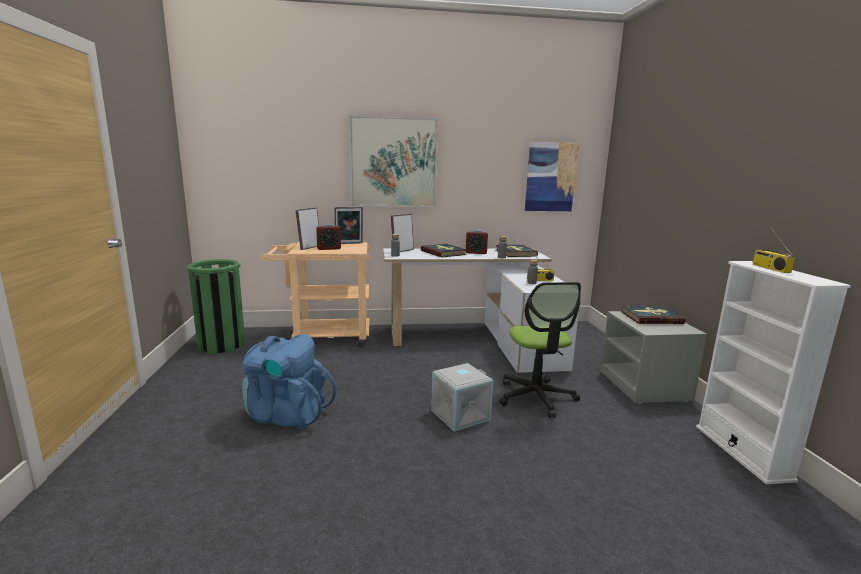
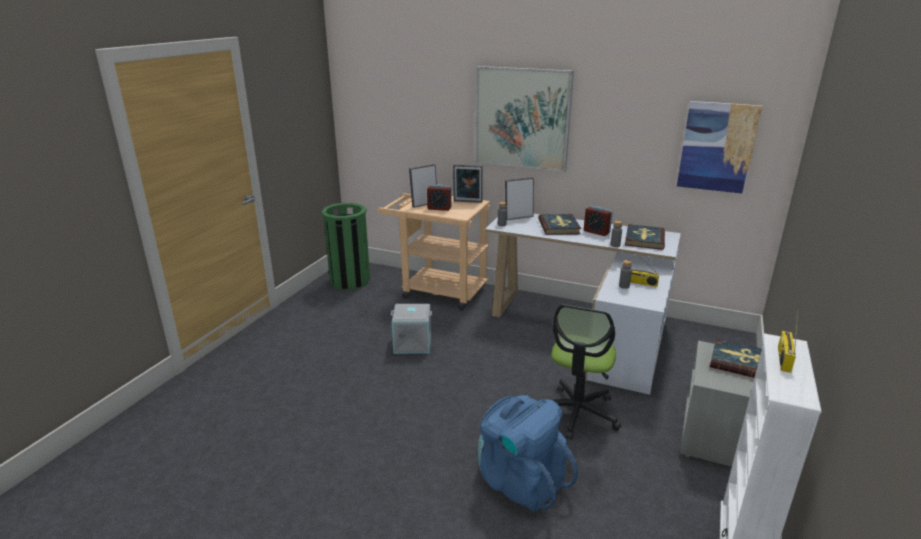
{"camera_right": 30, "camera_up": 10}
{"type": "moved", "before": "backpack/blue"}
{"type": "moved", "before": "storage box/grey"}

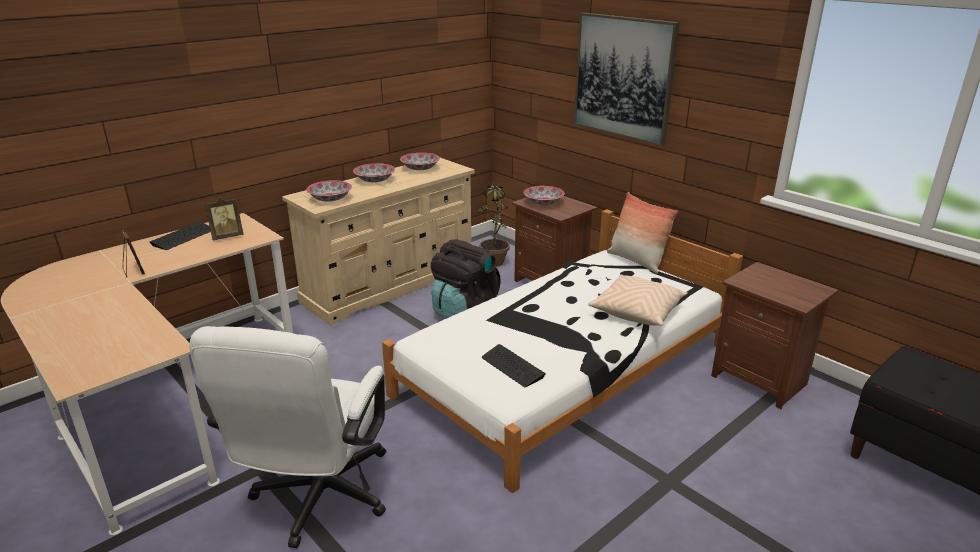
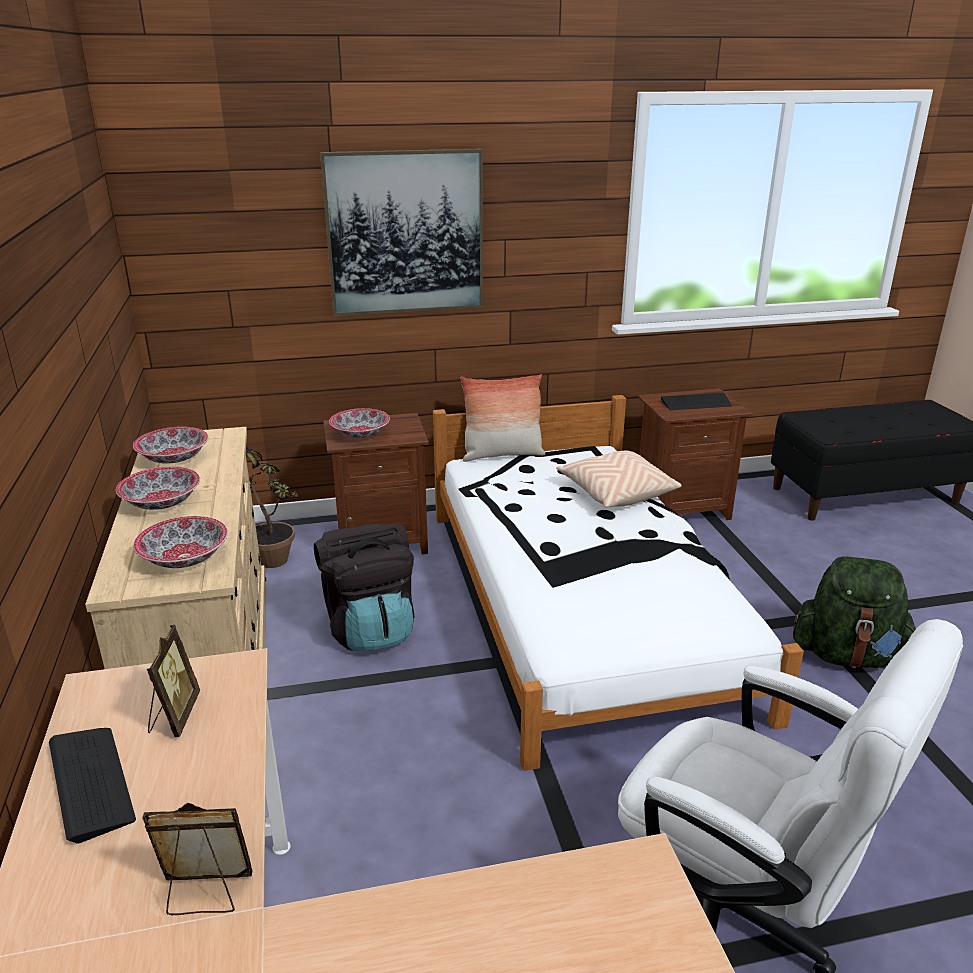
{"camera_right": -60, "camera_up": 0}
{"type": "moved", "before": "keyboard (2nd from left)"}
{"type": "added", "after": "backpack/green"}

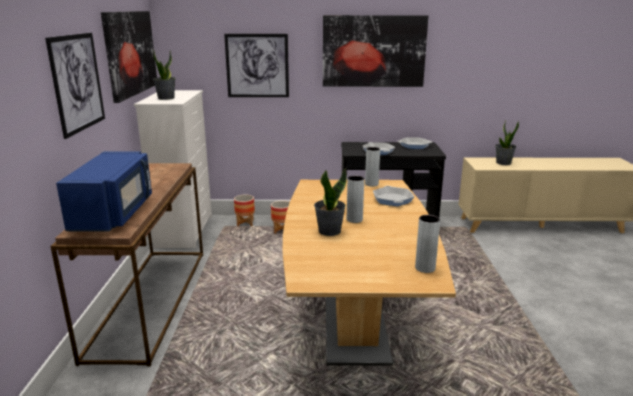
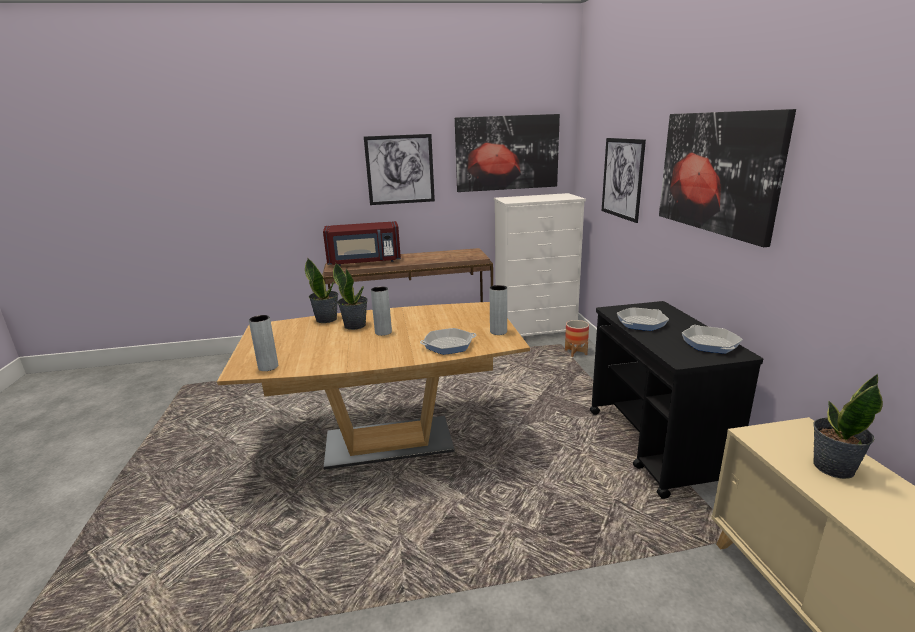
{"camera_right": 80, "camera_up": 0}
{"type": "recoloured", "before": "microwave/blue", "after": "microwave/red"}
{"type": "moved", "before": "potted plant (1st from left)"}
{"type": "removed", "before": "planter (2nd from left)"}

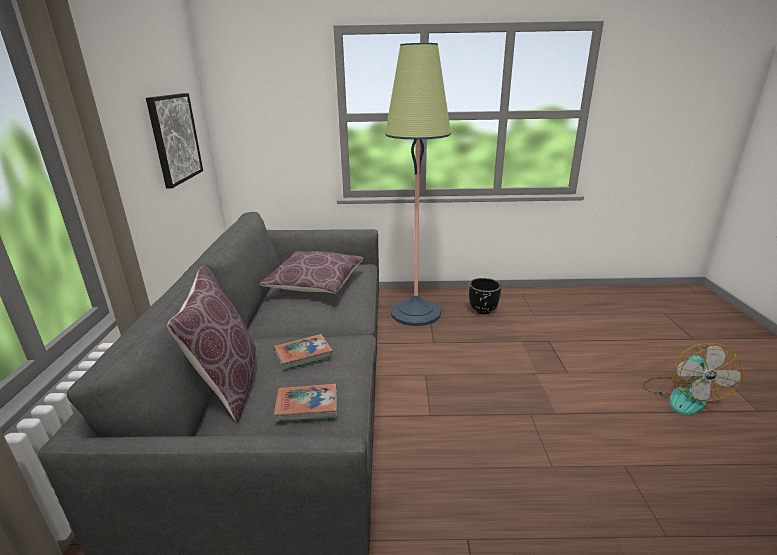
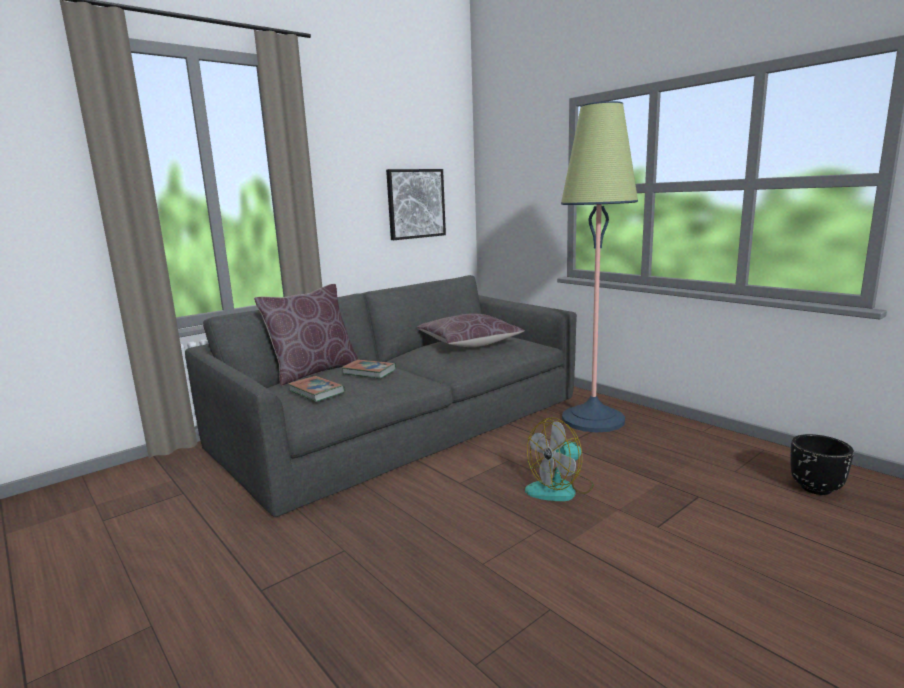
{"camera_right": 50, "camera_up": -10}
{"type": "moved", "before": "planter/black"}
{"type": "moved", "before": "fan"}

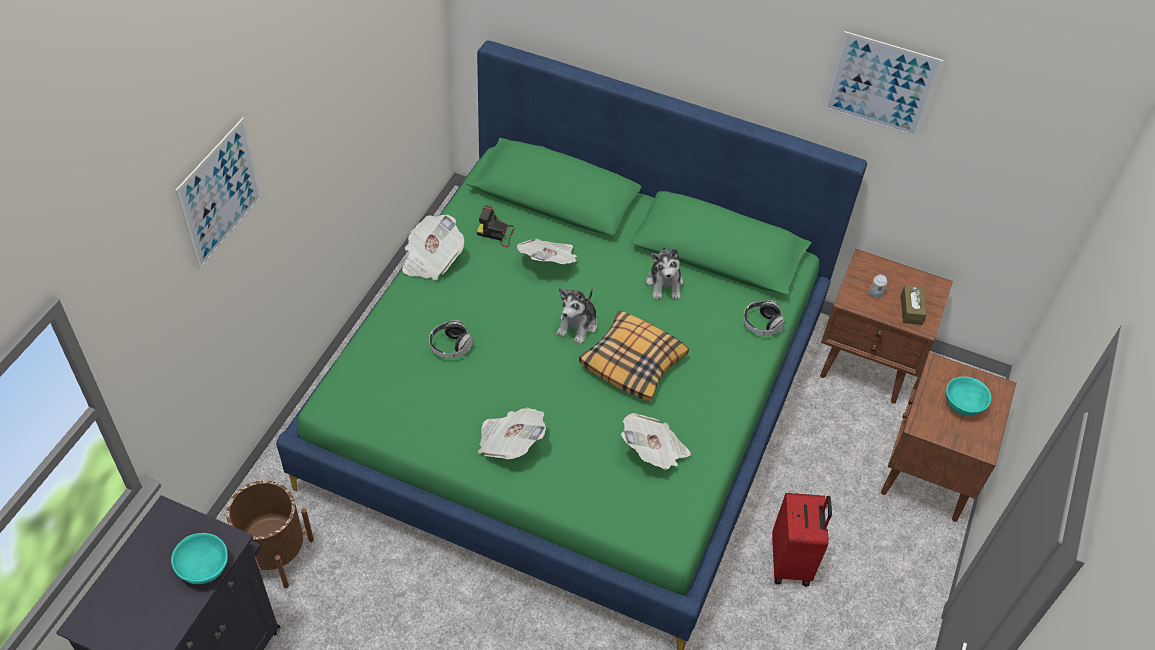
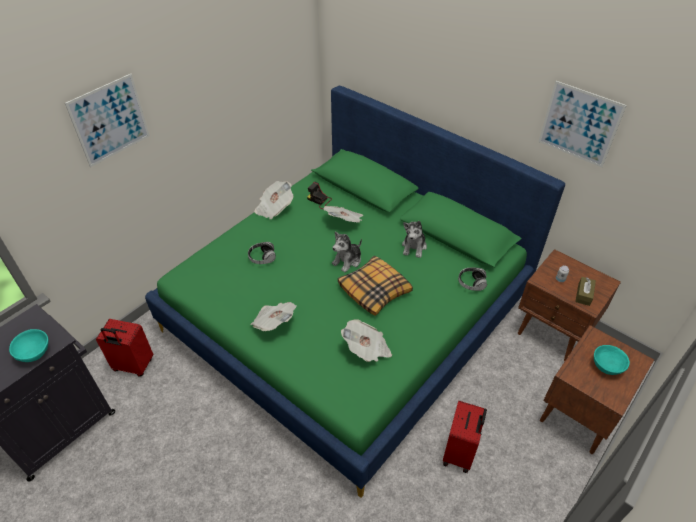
{"camera_right": 20, "camera_up": -5}
{"type": "replaced", "before": "planter/brown", "after": "suitcase/red (1st from left)"}

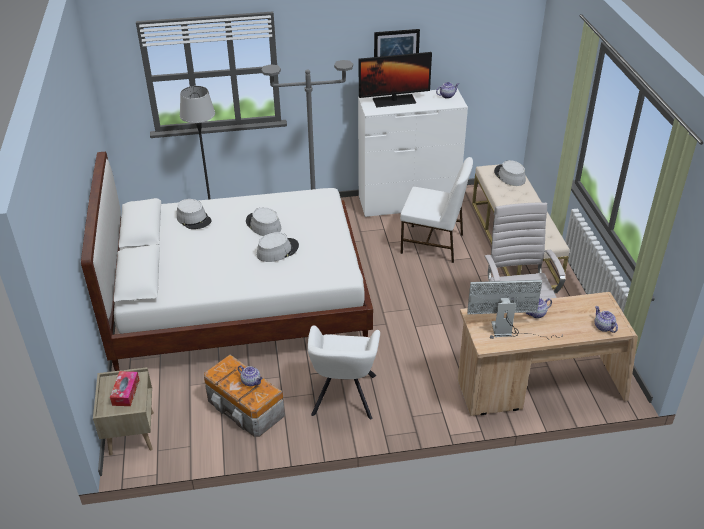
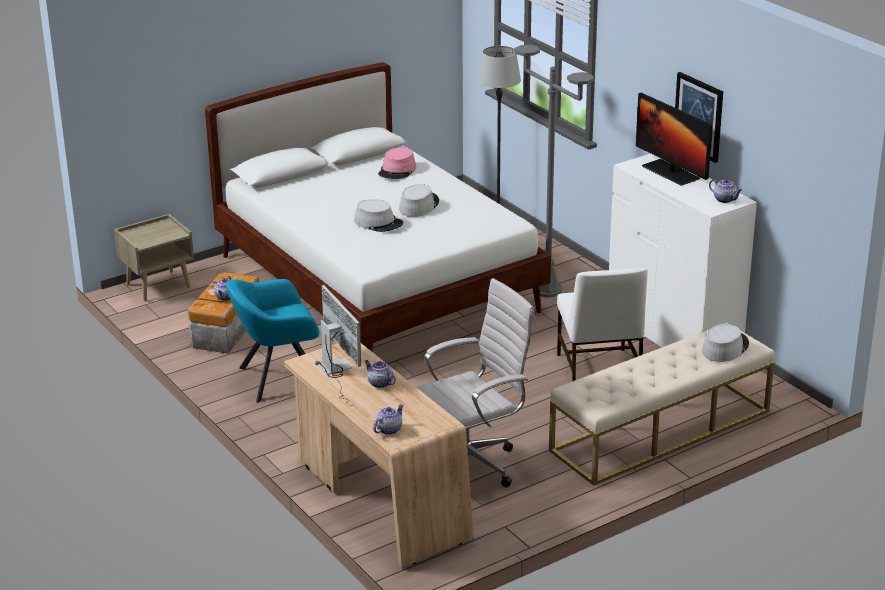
{"camera_right": 65, "camera_up": -10}
{"type": "removed", "before": "tissue box"}
{"type": "recoloured", "before": "hat/grey (1st from left)", "after": "hat/pink"}
{"type": "recoloured", "before": "armchair/white", "after": "armchair/turquoise"}

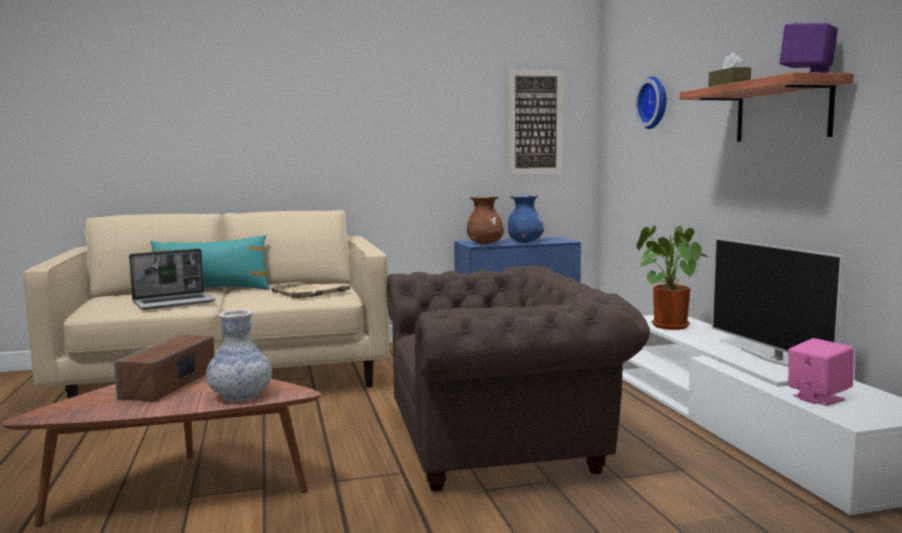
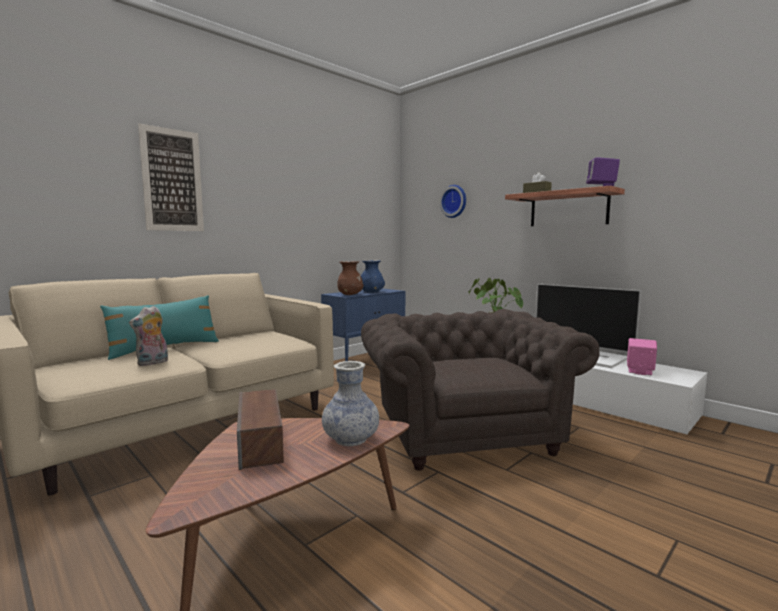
{"camera_right": -30, "camera_up": 0}
{"type": "replaced", "before": "laptop", "after": "plush toy"}
{"type": "removed", "before": "tray/beige"}
{"type": "turned", "before": "armchair/brown", "turn": -60}
{"type": "moved", "before": "picture"}

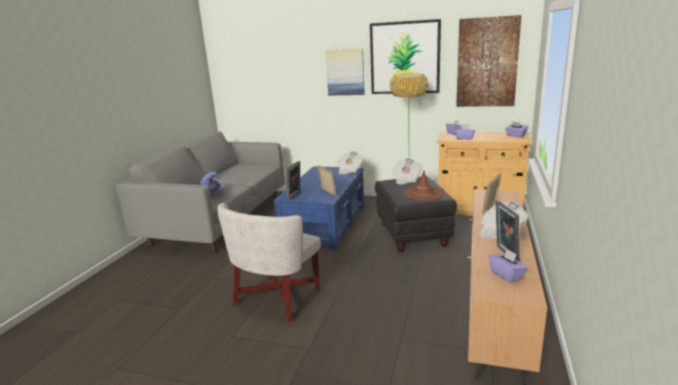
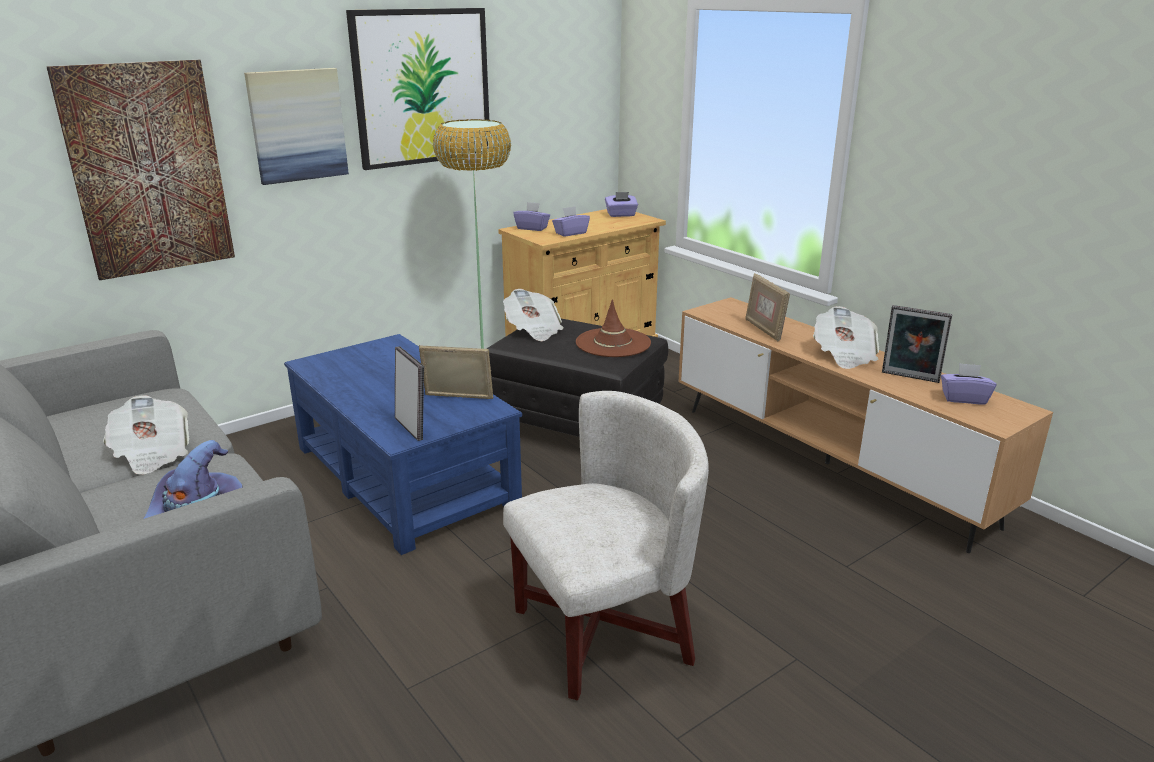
{"camera_right": -55, "camera_up": 5}
{"type": "turned", "before": "armchair/white", "turn": -90}
{"type": "moved", "before": "newspaper (1st from left)"}
{"type": "moved", "before": "picture (3rd from left in the first image)", "after": "picture (1st from left)"}

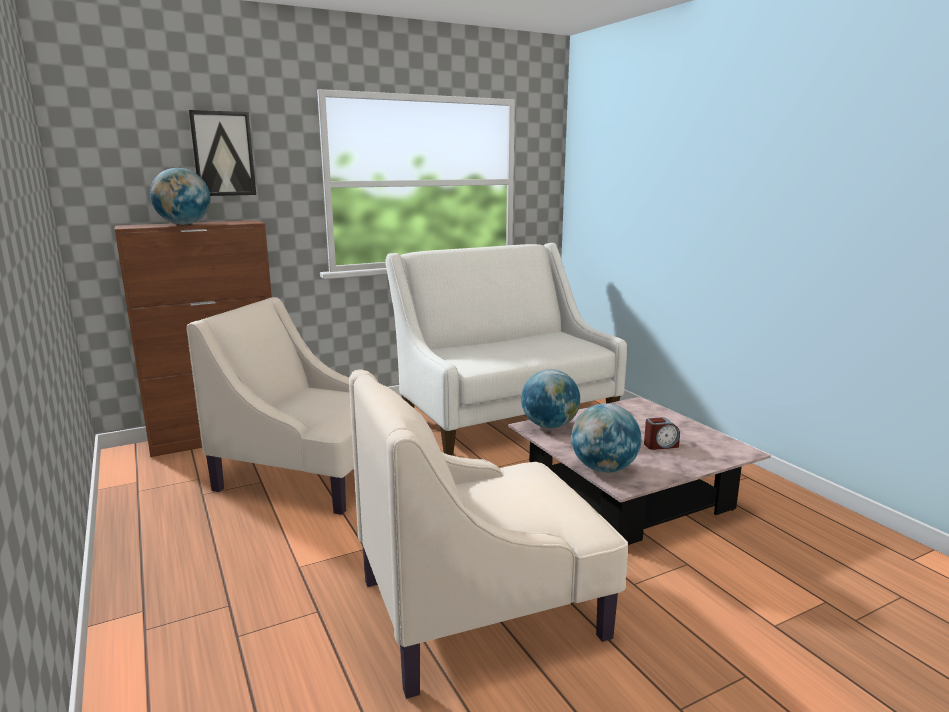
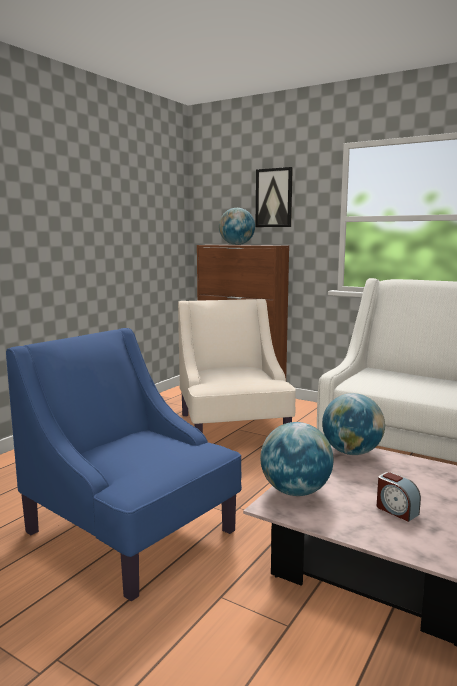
{"camera_right": 60, "camera_up": -5}
{"type": "recoloured", "before": "armchair/beige (2nd from left)", "after": "armchair/blue"}

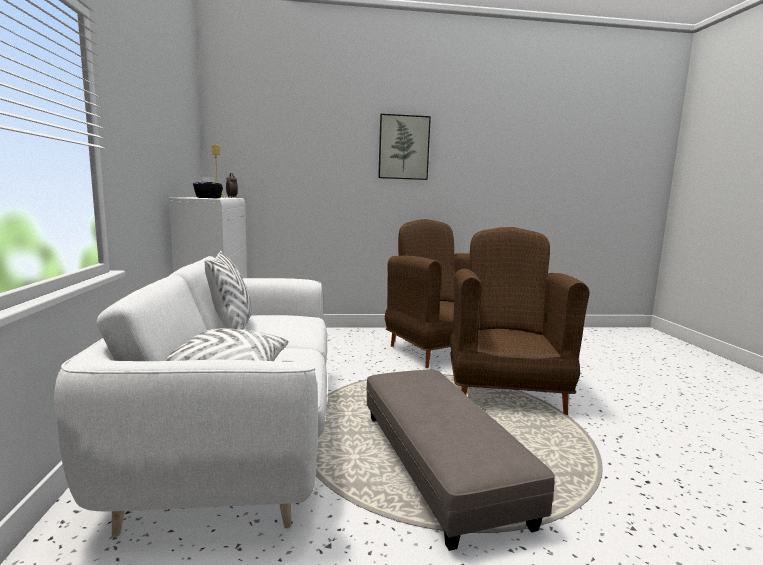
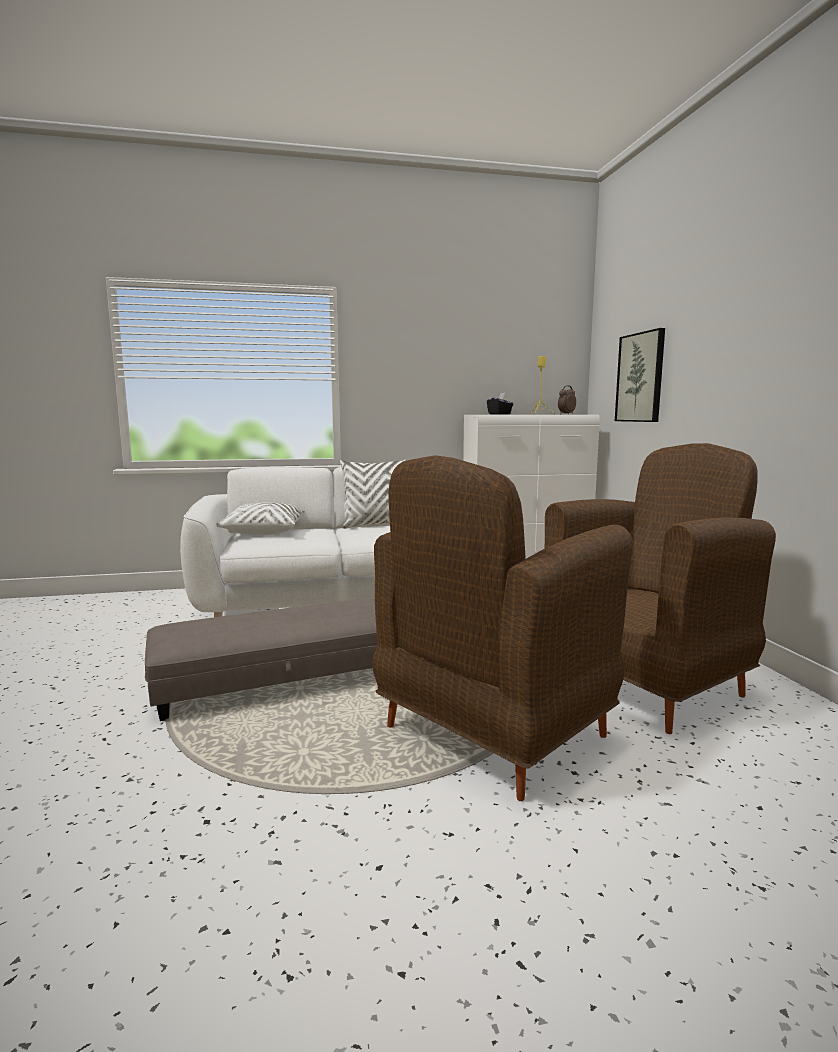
{"camera_right": 85, "camera_up": 0}
{"type": "moved", "before": "picture"}
{"type": "turned", "before": "armchair/brown (2nd from left in the first image)", "turn": 135}

